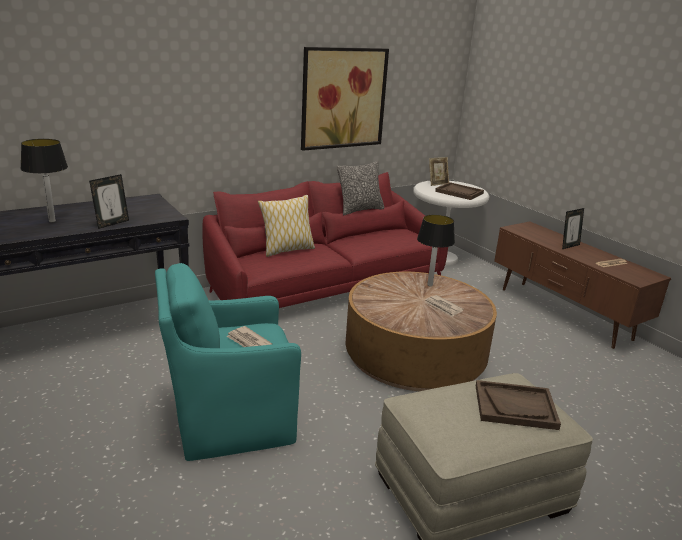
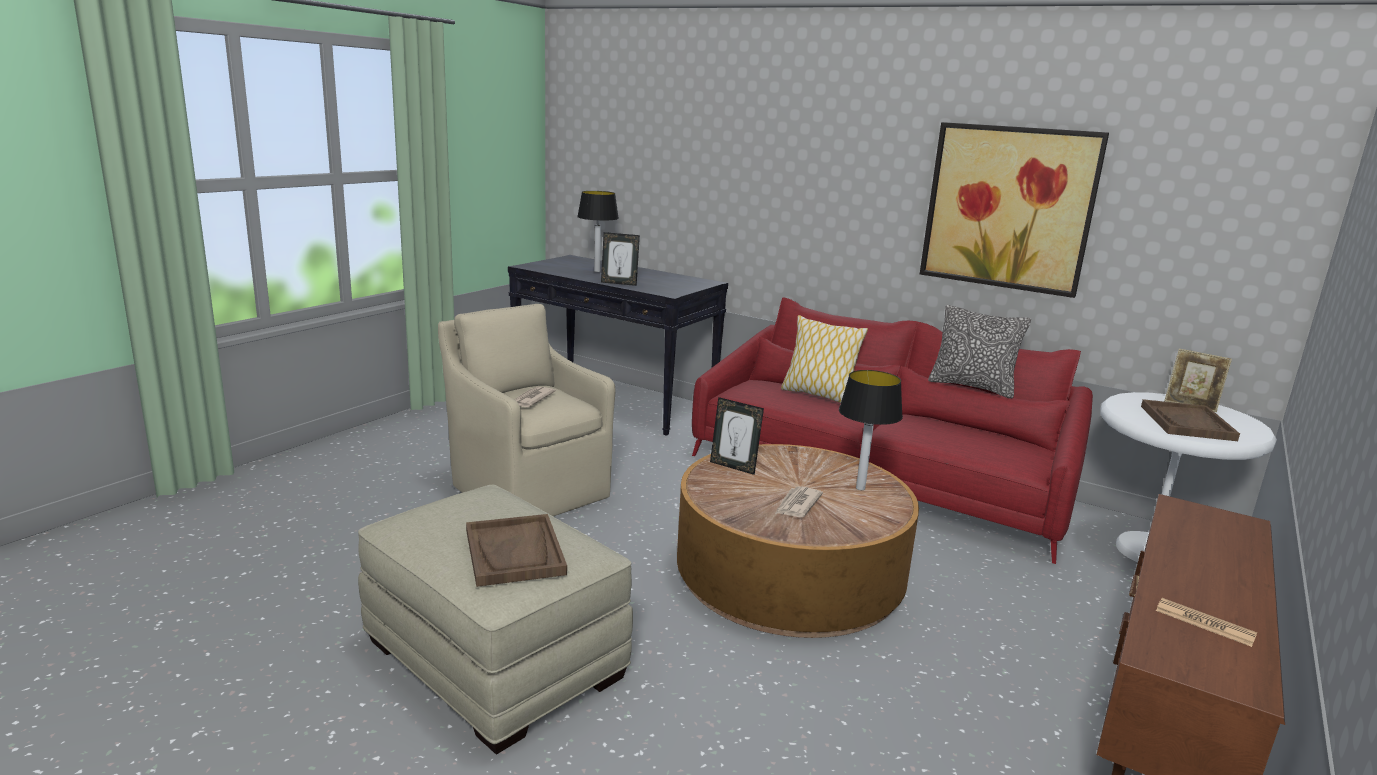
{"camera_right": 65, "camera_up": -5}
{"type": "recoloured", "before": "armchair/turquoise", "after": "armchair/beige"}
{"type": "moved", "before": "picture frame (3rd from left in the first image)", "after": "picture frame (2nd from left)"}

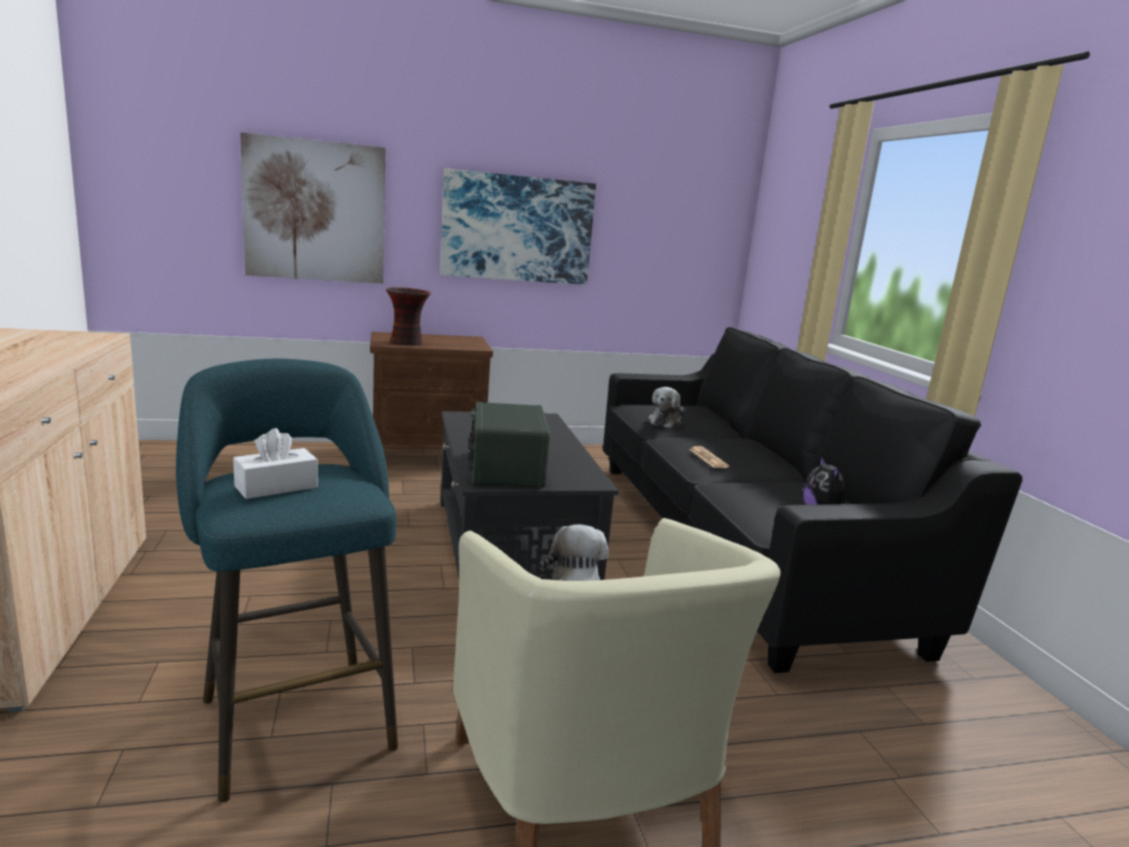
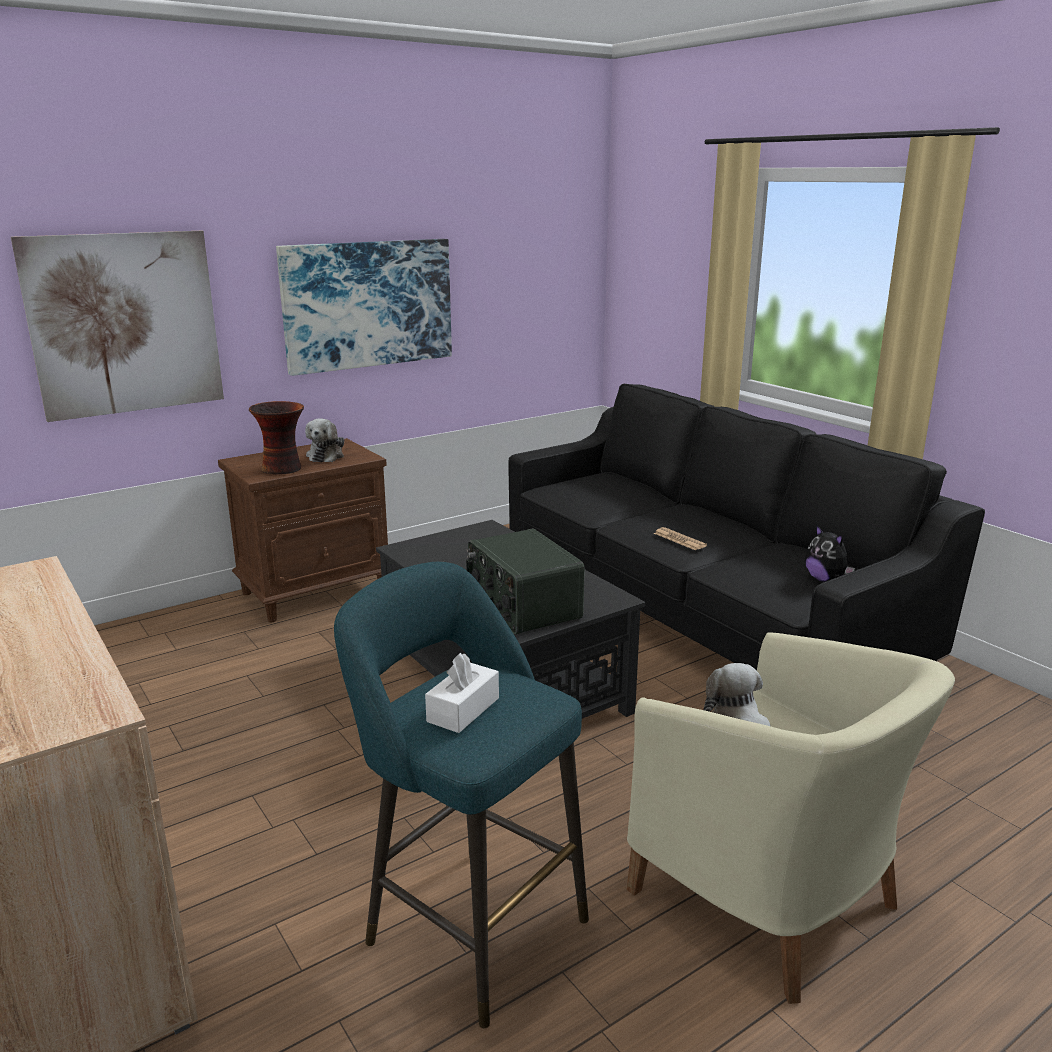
{"camera_right": -20, "camera_up": 5}
{"type": "moved", "before": "plush toy (2nd from left in the first image)", "after": "plush toy (1st from left)"}

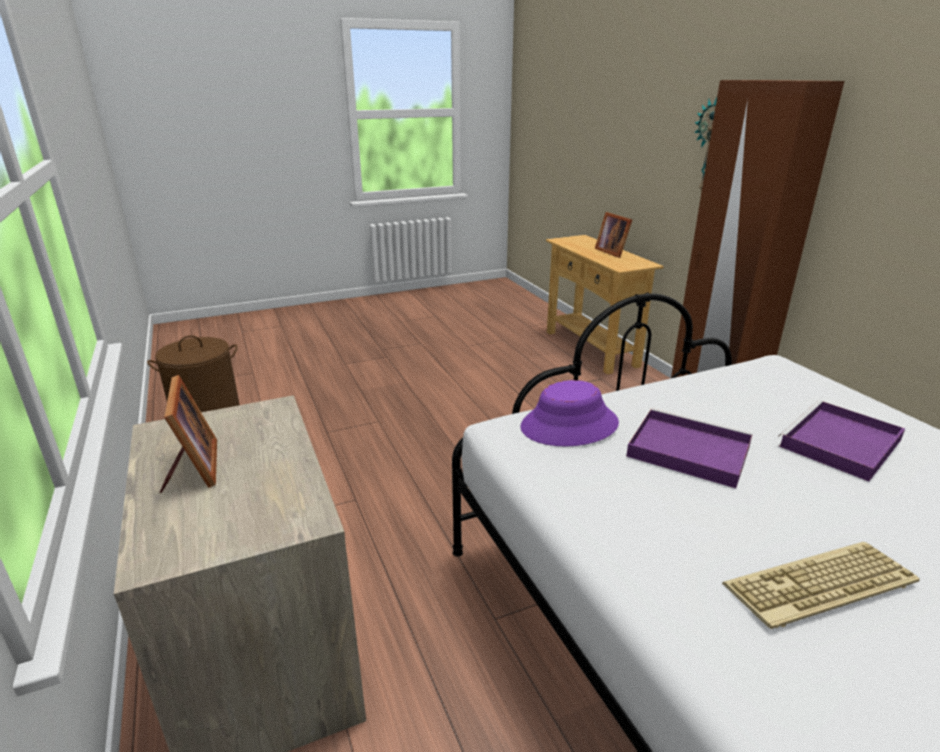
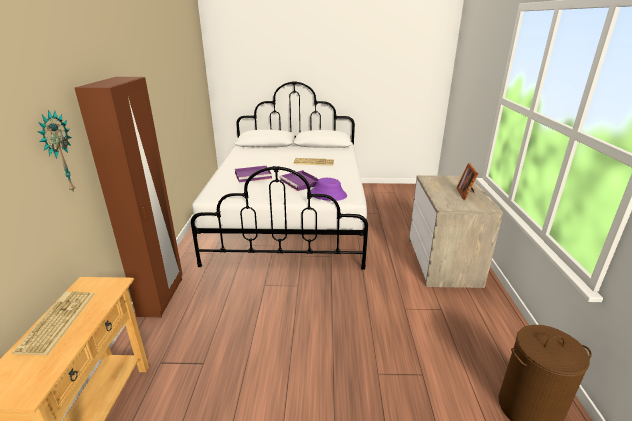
{"camera_right": -155, "camera_up": 0}
{"type": "replaced", "before": "picture frame (2nd from left)", "after": "keyboard (1st from left)"}

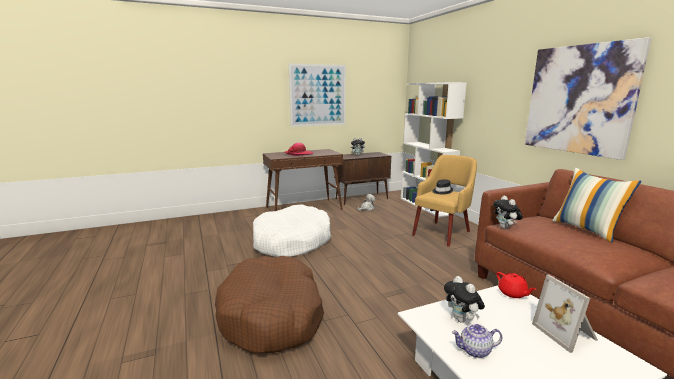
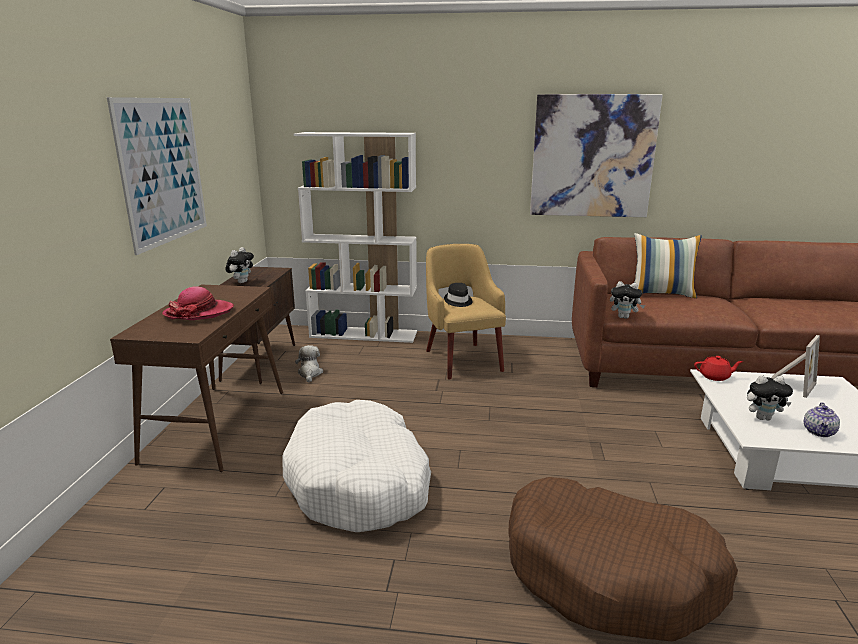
{"camera_right": -60, "camera_up": 5}
{"type": "turned", "before": "picture frame", "turn": -60}

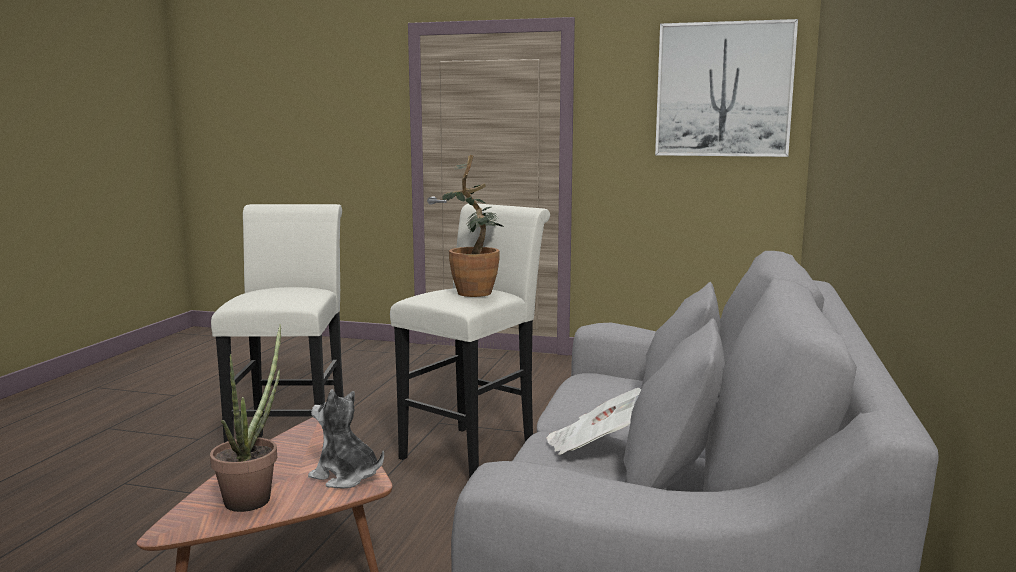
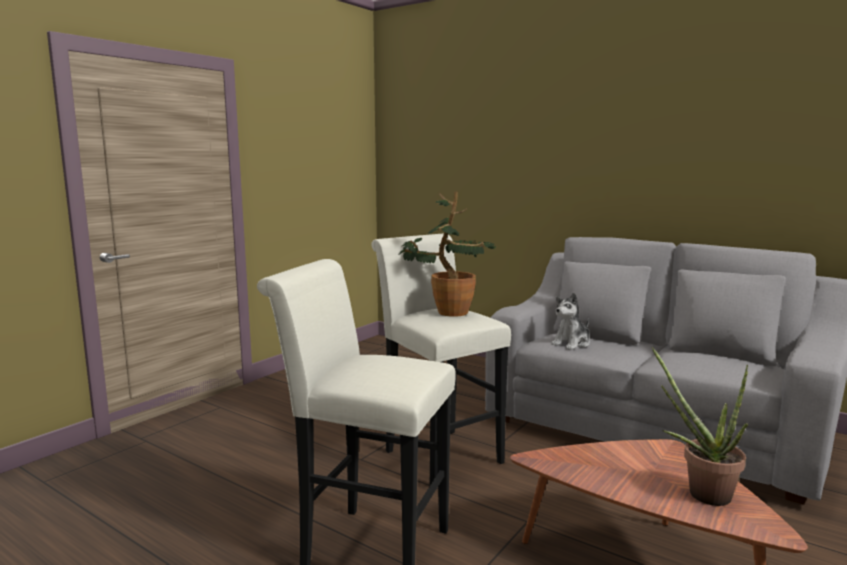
{"camera_right": -70, "camera_up": 0}
{"type": "moved", "before": "plush toy"}
{"type": "removed", "before": "newspaper"}
{"type": "removed", "before": "picture"}

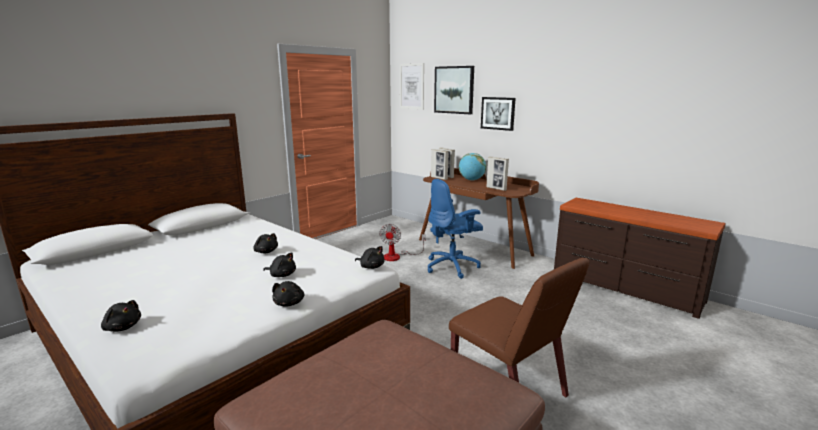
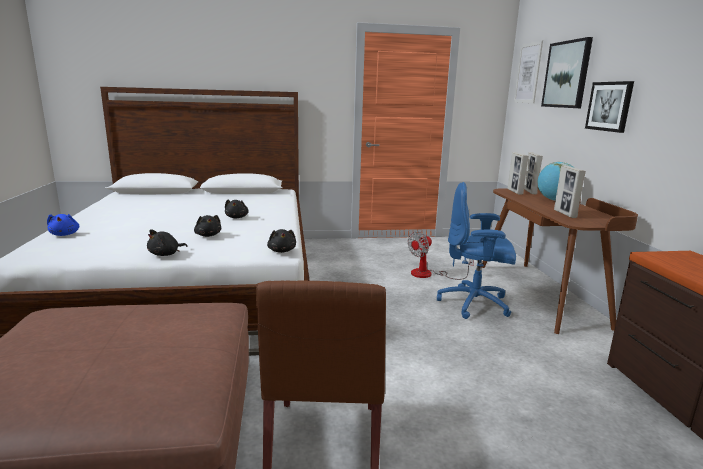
{"camera_right": 40, "camera_up": 0}
{"type": "recoloured", "before": "plush toy/black (1st from left)", "after": "plush toy/blue"}

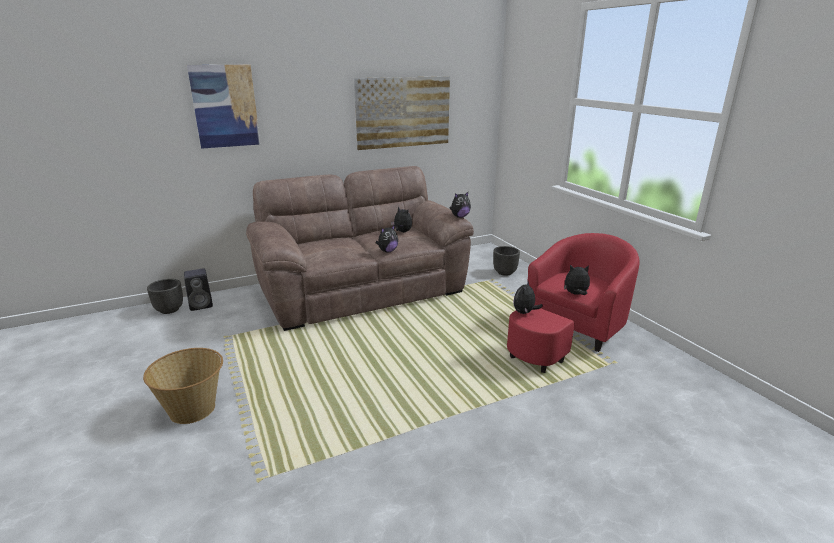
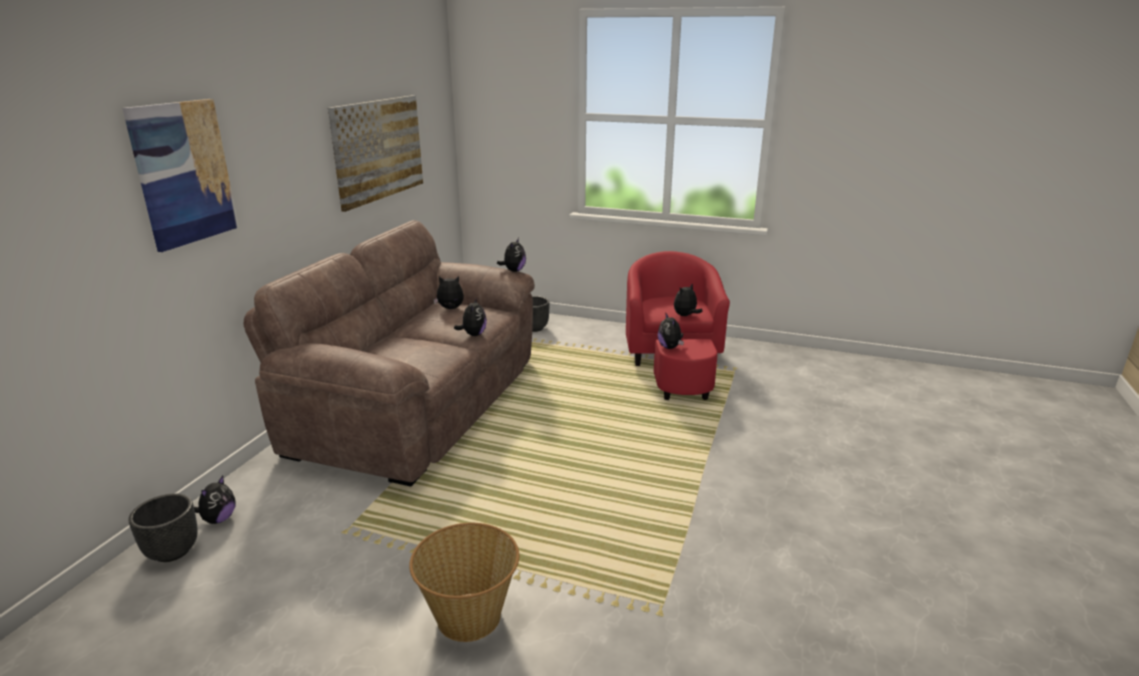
{"camera_right": -45, "camera_up": 0}
{"type": "replaced", "before": "speaker/black", "after": "plush toy (1st from left)"}

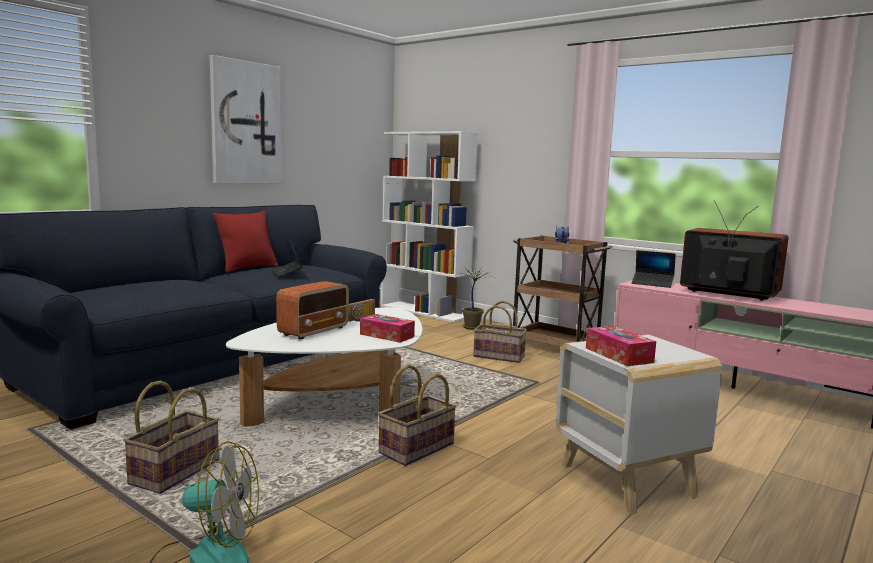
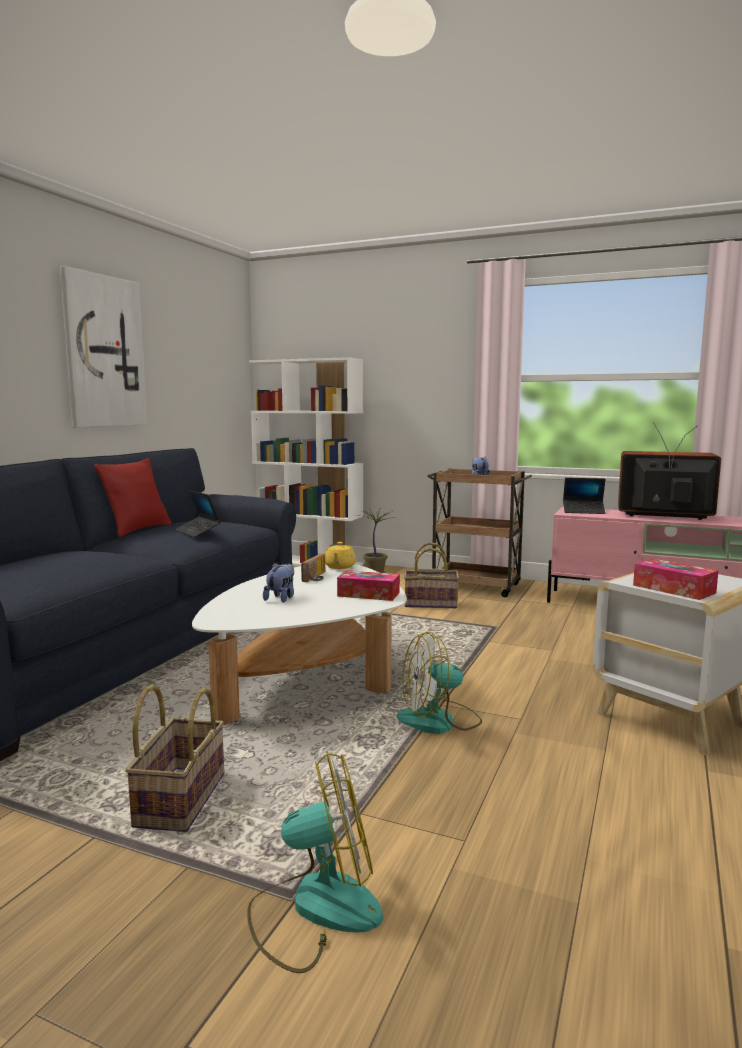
{"camera_right": -15, "camera_up": 0}
{"type": "replaced", "before": "radio (1st from left)", "after": "plush toy (1st from left)"}
{"type": "replaced", "before": "basket (2nd from left)", "after": "fan (2nd from left)"}
{"type": "added", "after": "teapot/yellow"}

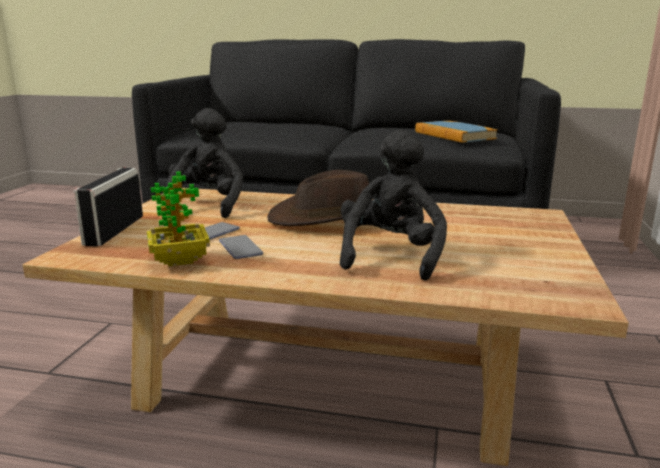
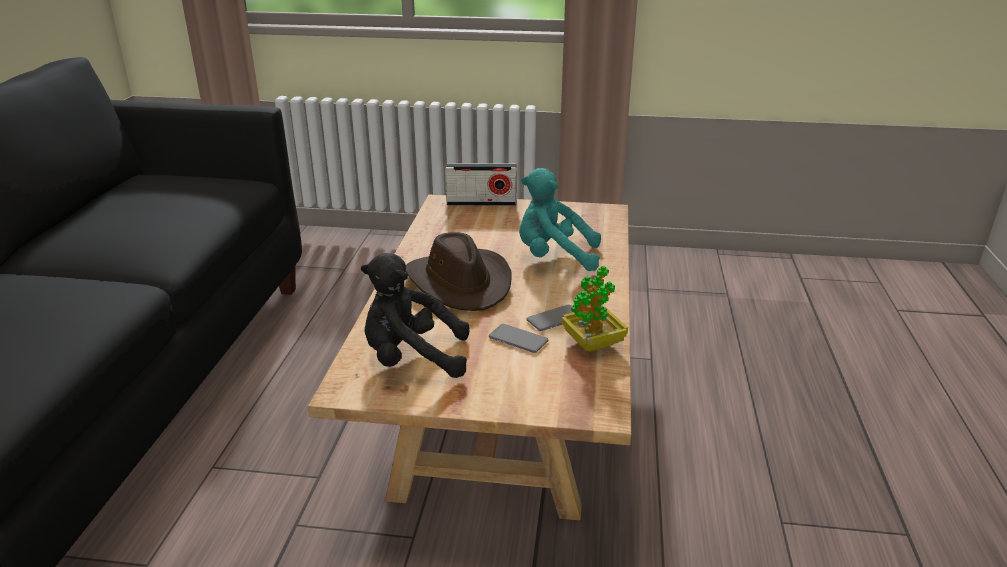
{"camera_right": -95, "camera_up": 10}
{"type": "moved", "before": "radio"}
{"type": "recoloured", "before": "plush toy/black (2nd from left)", "after": "plush toy/turquoise"}
{"type": "removed", "before": "book"}

